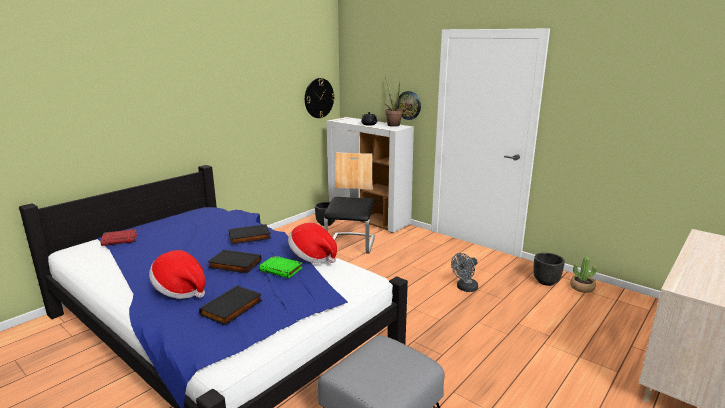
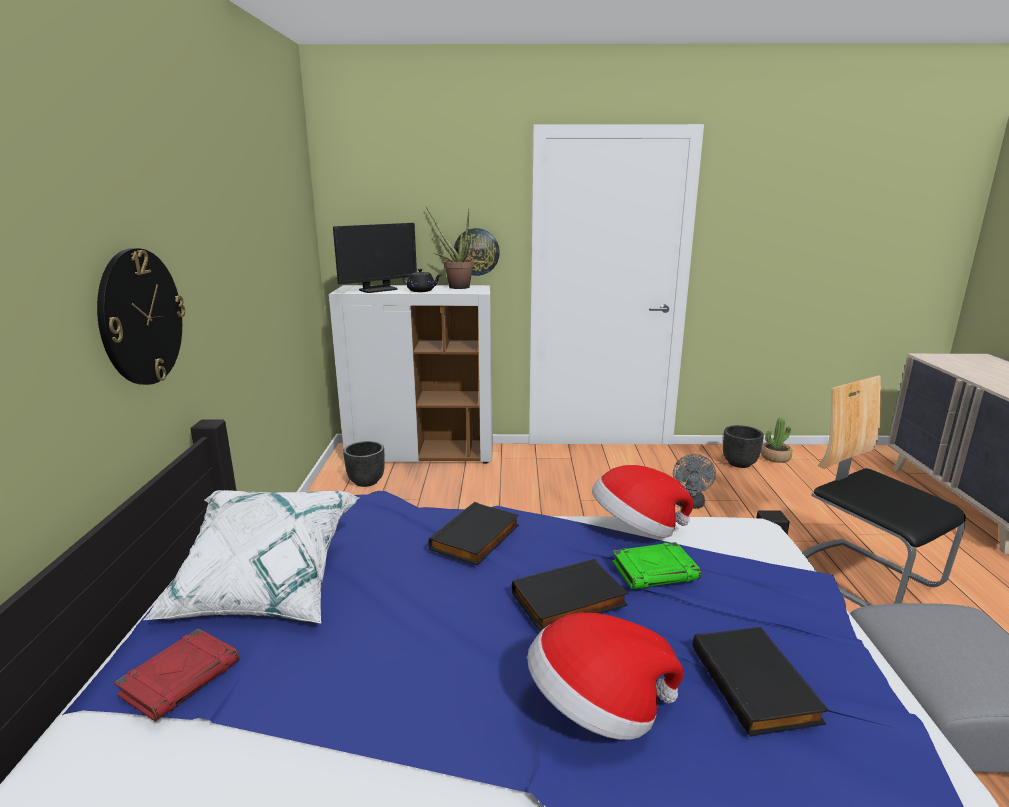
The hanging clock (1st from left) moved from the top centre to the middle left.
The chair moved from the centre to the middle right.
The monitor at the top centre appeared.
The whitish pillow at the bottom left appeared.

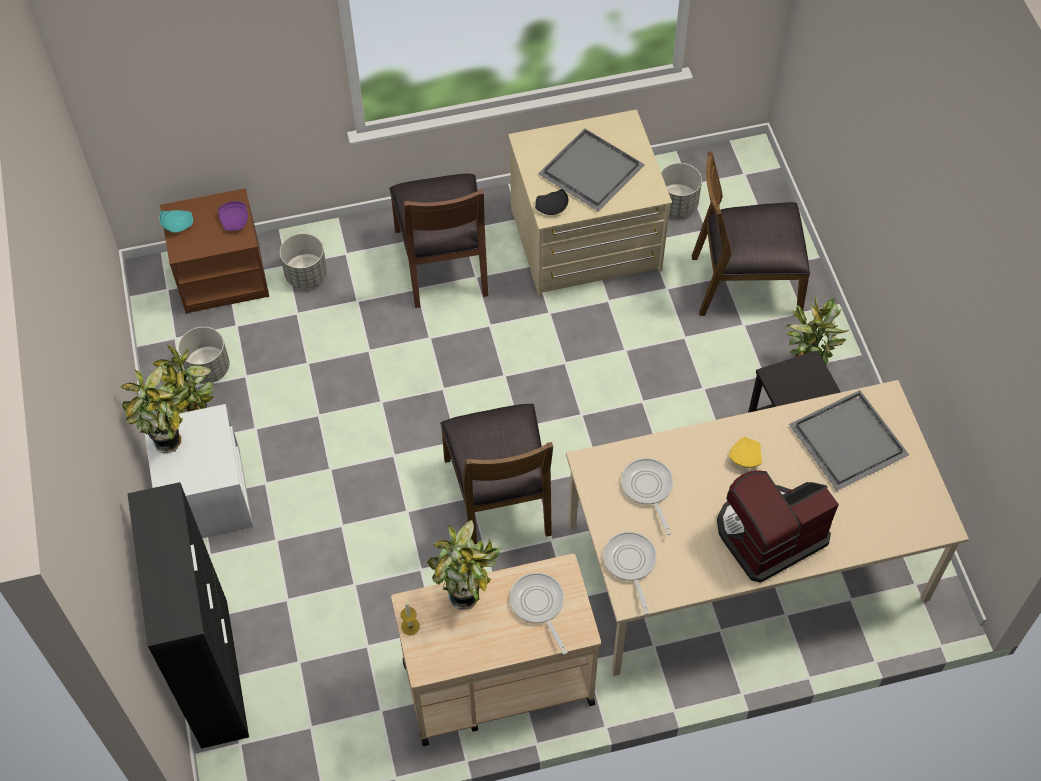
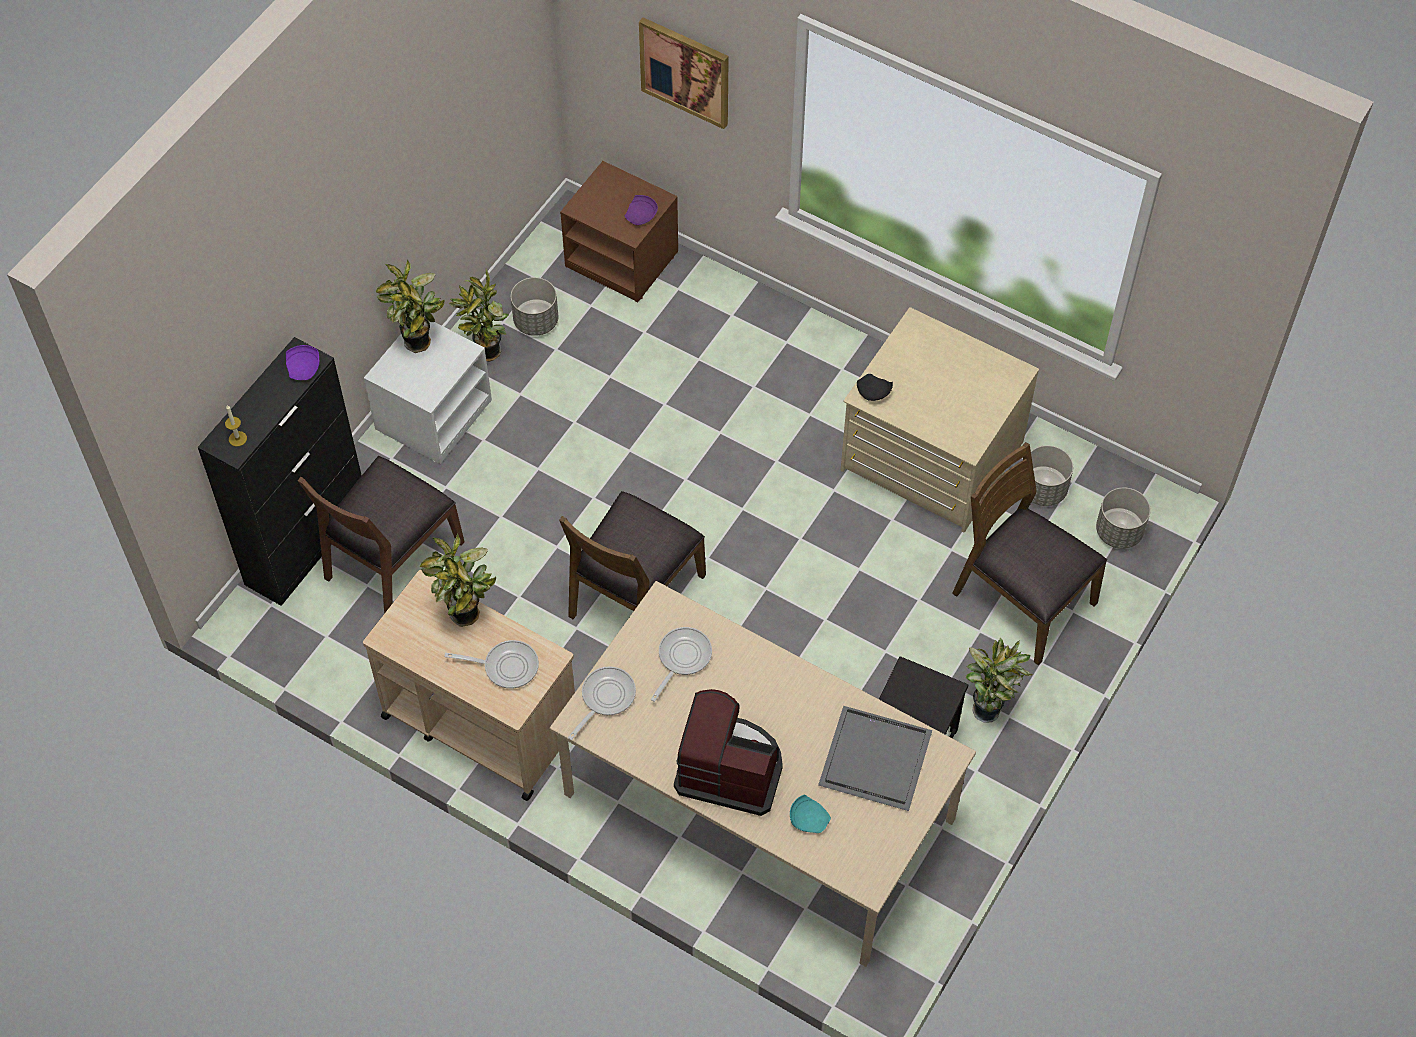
The gray carrying tray (1st from left) at the top centre disappeared.
The brownish chair (1st from left) moved from the top centre to the middle left.
The blue-green flat dish moved from the top left to the bottom centre.
The gray planter (2nd from left in the first image) moved from the middle left to the middle right.
The yellow flat dish at the middle right disappeared.
The frying pan (1st from left) at the bottom centre turned 75 degrees clockwise.
The wax candle moved from the bottom centre to the middle left.
The wall picture at the top centre appeared.
The purple-coloured flat dish (1st from left) at the middle left appeared.

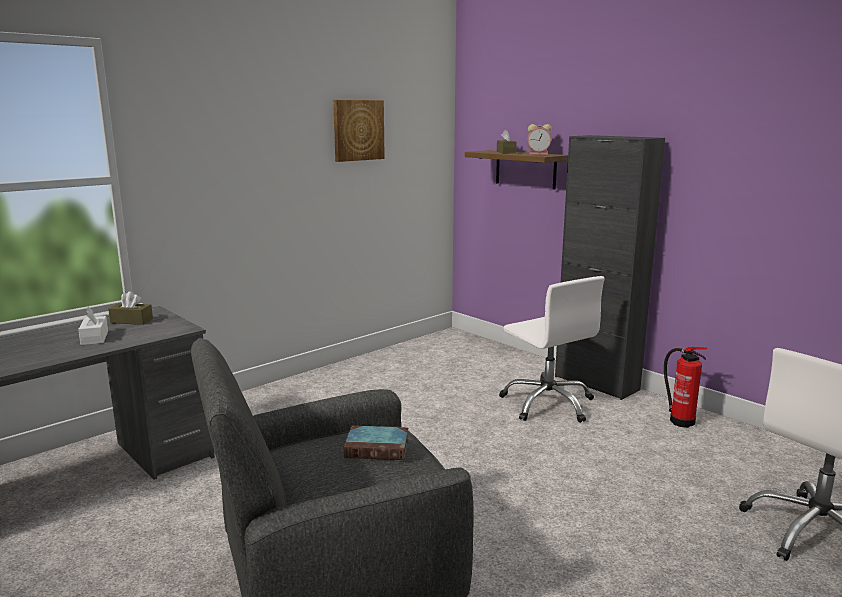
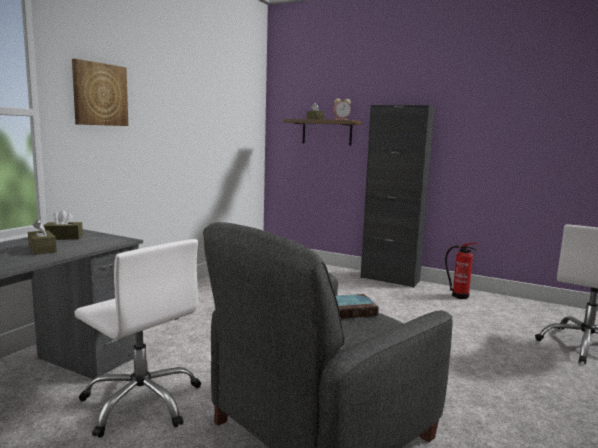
The wall picture moved from the top centre to the top left.
The whitish desk chair (1st from left) moved from the centre to the bottom left.
The whitish tissue box at the middle left became the brownish tissue box (1st from left) at the middle left.

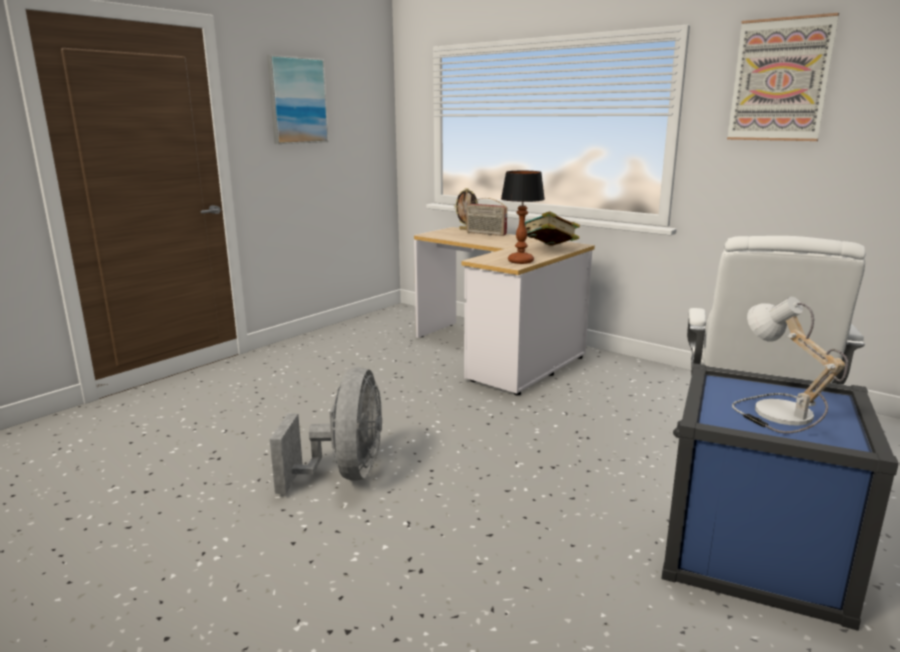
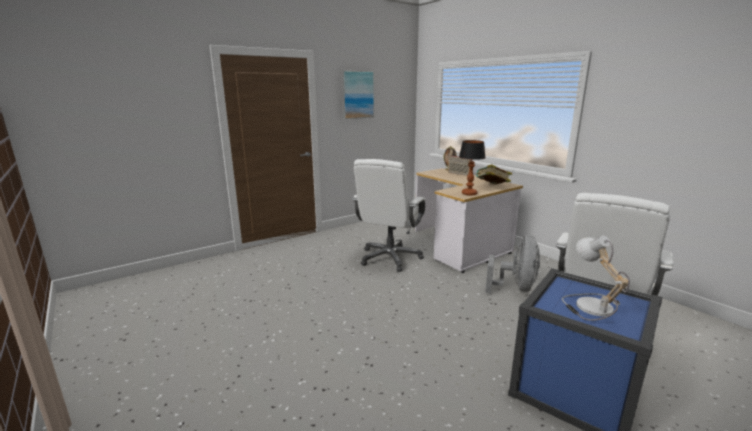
The wall picture (2nd from left) at the top right disappeared.
The gray fan moved from the centre to the middle right.
The whitish desk chair (1st from left) at the centre appeared.

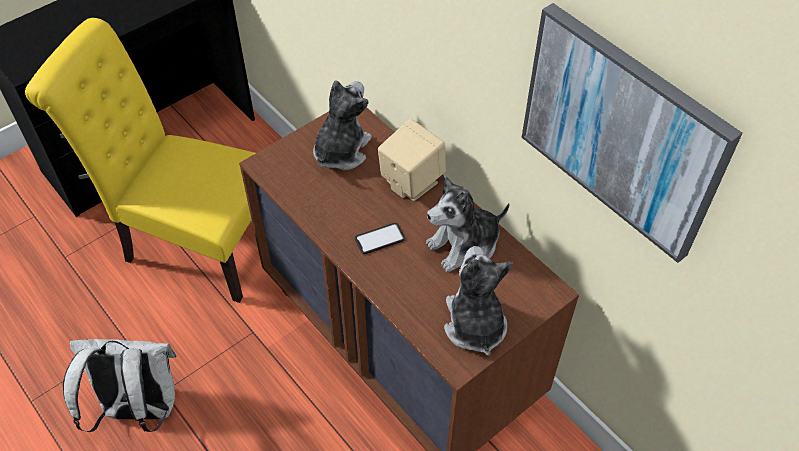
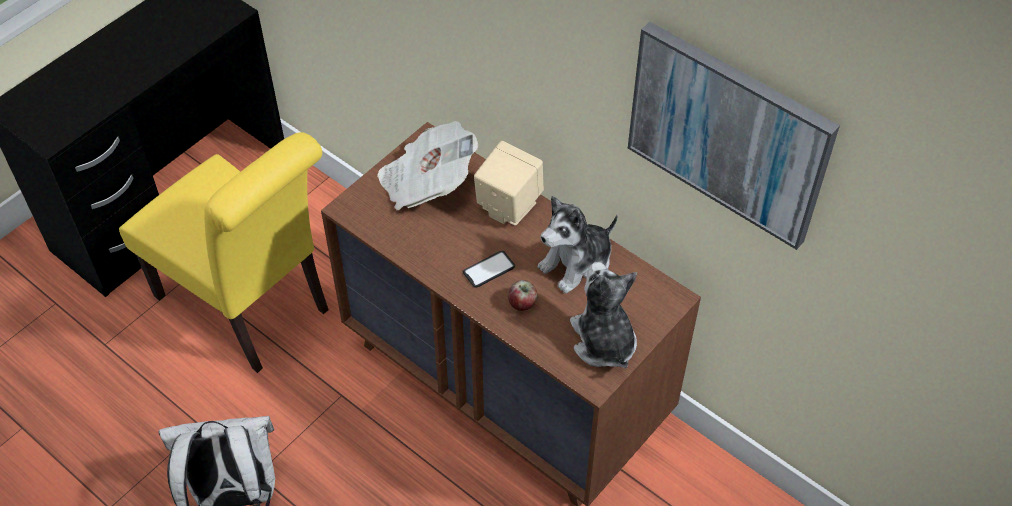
The yellow chair at the middle left turned 150 degrees counterclockwise.
The plush toy (1st from left) at the top centre was replaced by the newspaper at the top centre.
The apple at the centre appeared.

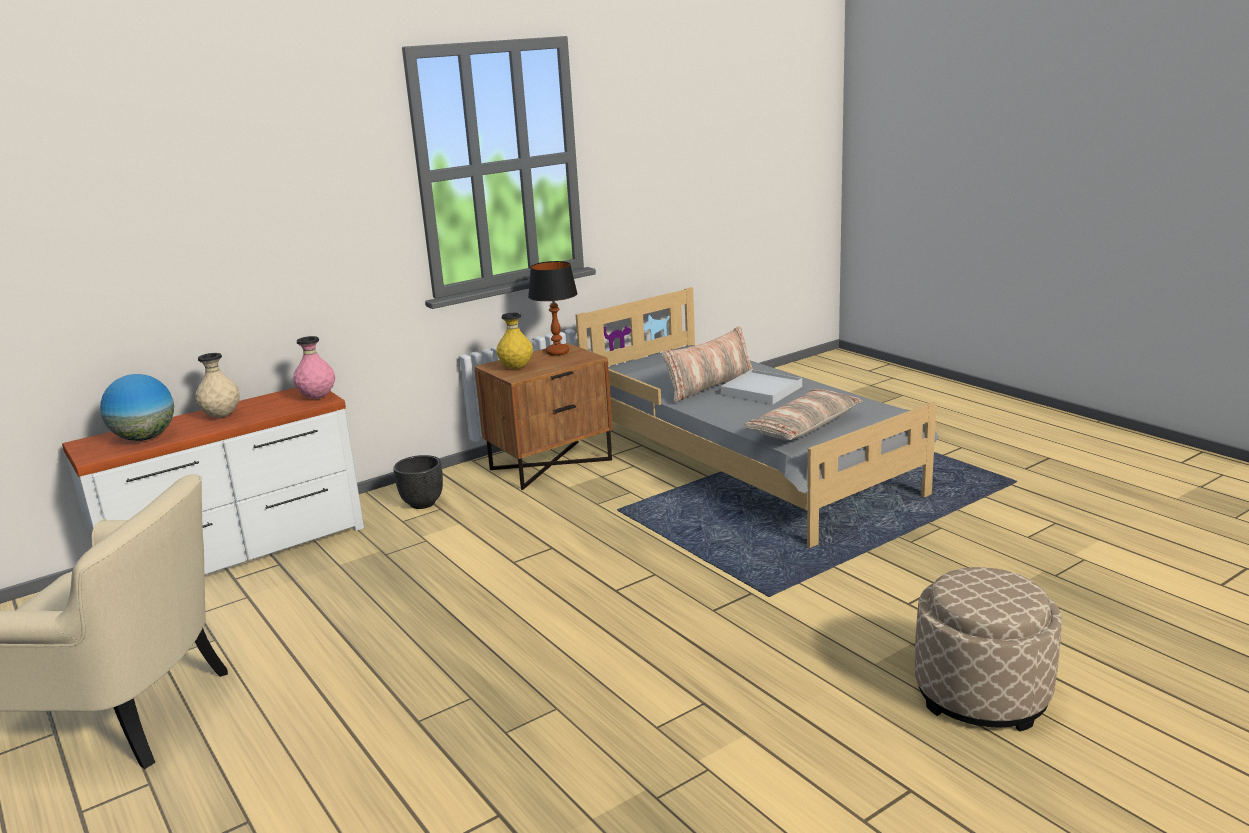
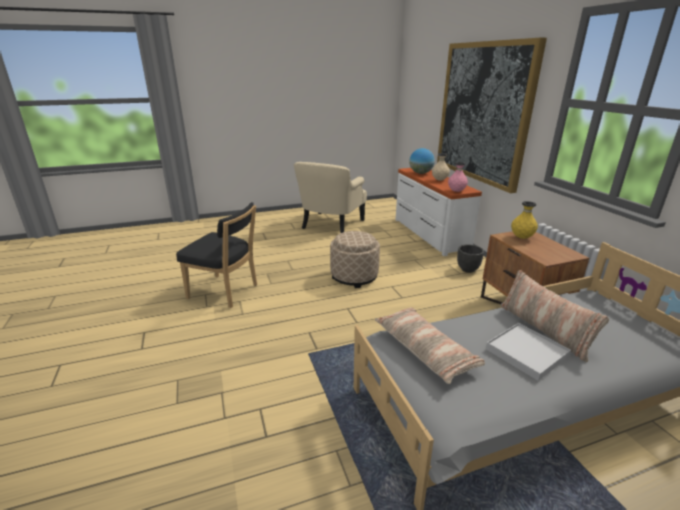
The lamp for a table at the centre disappeared.
The beige-coloured footrest moved from the bottom right to the centre.
The wall picture at the top right appeared.
The black chair at the middle left appeared.

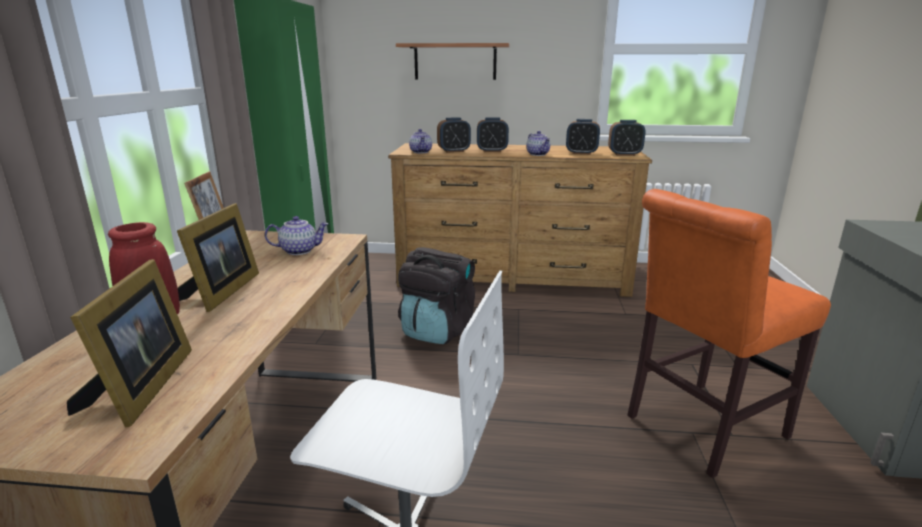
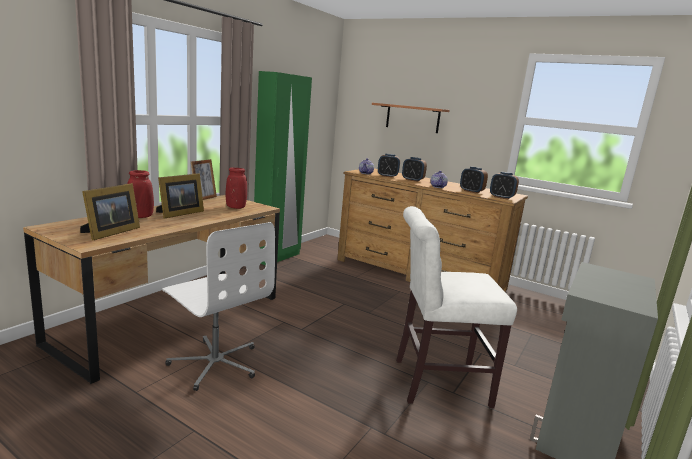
The orange-coloured chair at the middle right became the whitish chair at the bottom centre.
The tea pot (1st from left) at the middle left was replaced by the red decorative vase (2nd from left) at the centre.
The black backpack at the centre disappeared.

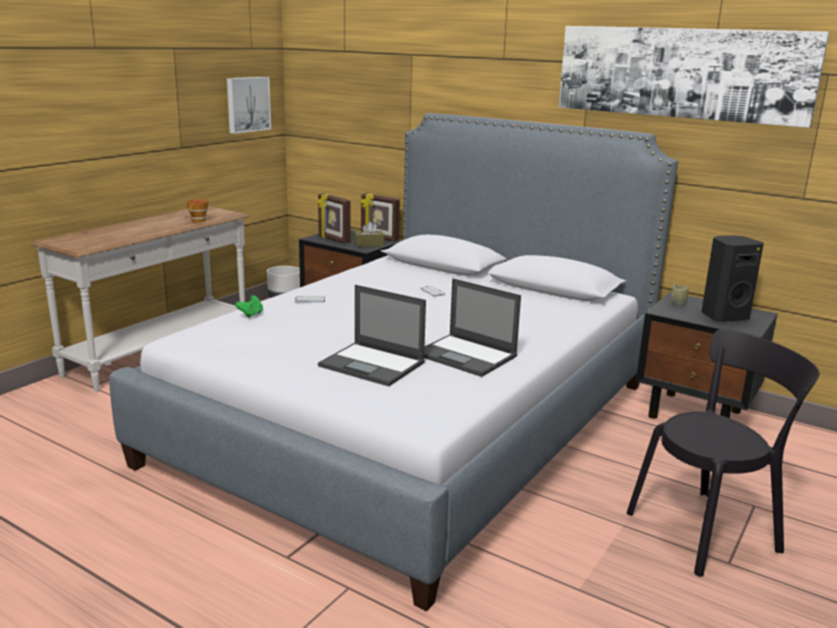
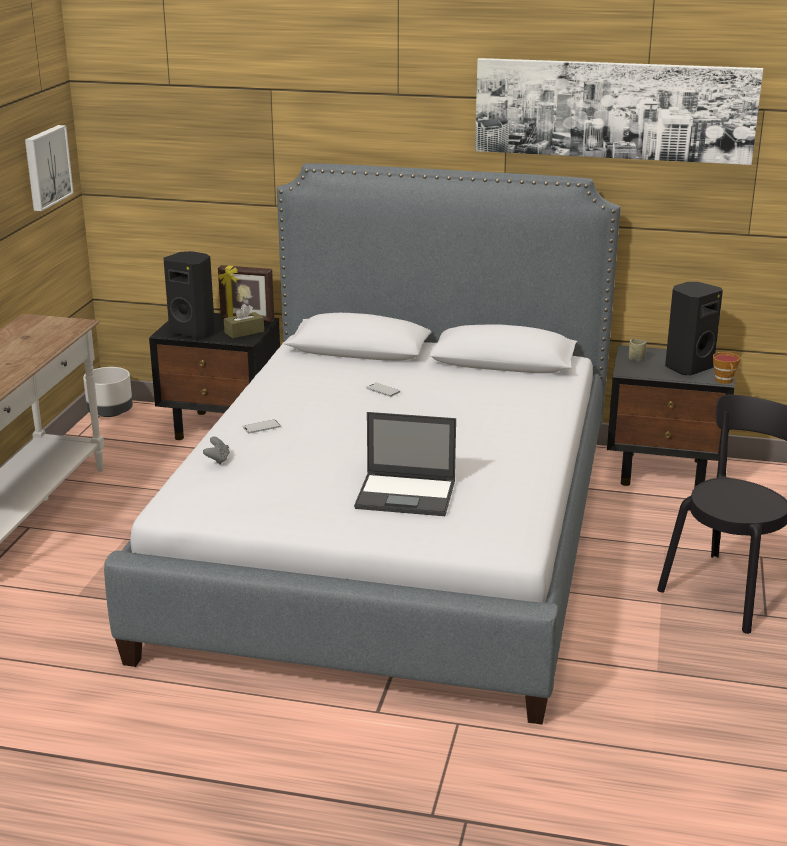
The standing frame (1st from left) at the centre was replaced by the black loudspeaker (1st from left) at the middle left.
The drinking cup (1st from left in the first image) moved from the middle left to the middle right.
The portable computer (2nd from left) at the centre disappeared.
The green-coloured gamepad at the middle left became the gray gamepad at the middle left.

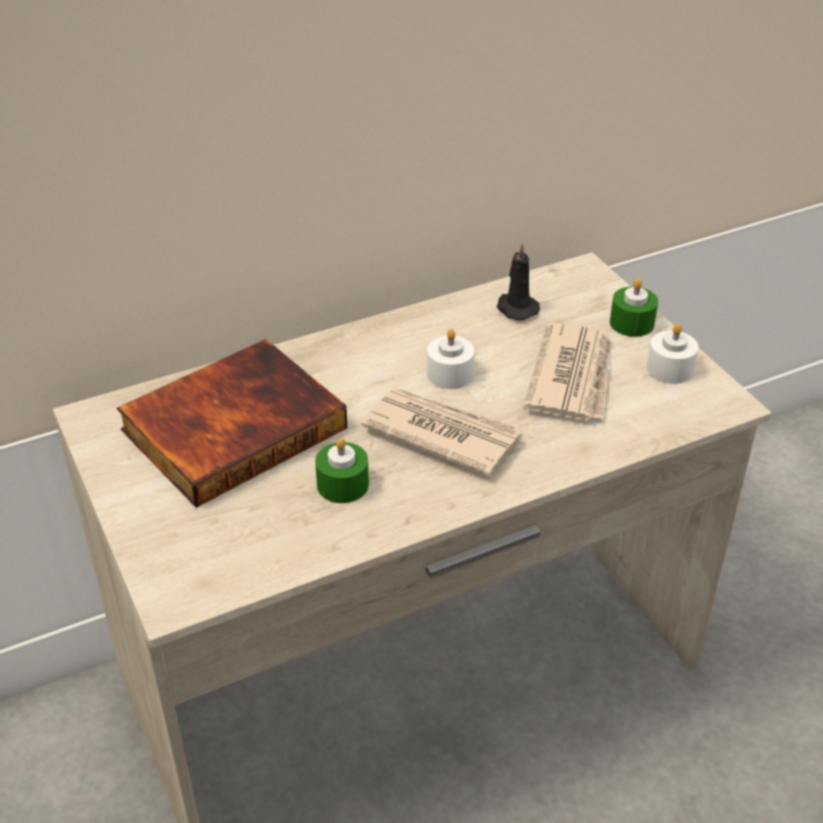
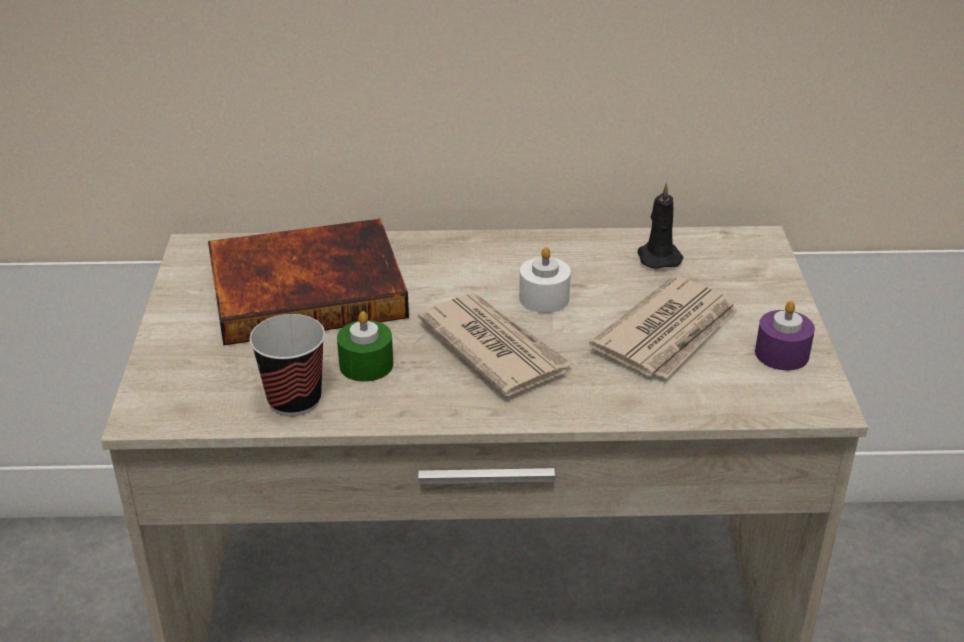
The green-coloured wax candle (2nd from left) at the middle right disappeared.
The whitish wax candle (2nd from left) at the middle right became the purple-coloured wax candle at the middle right.
The drinking cup at the middle left appeared.

